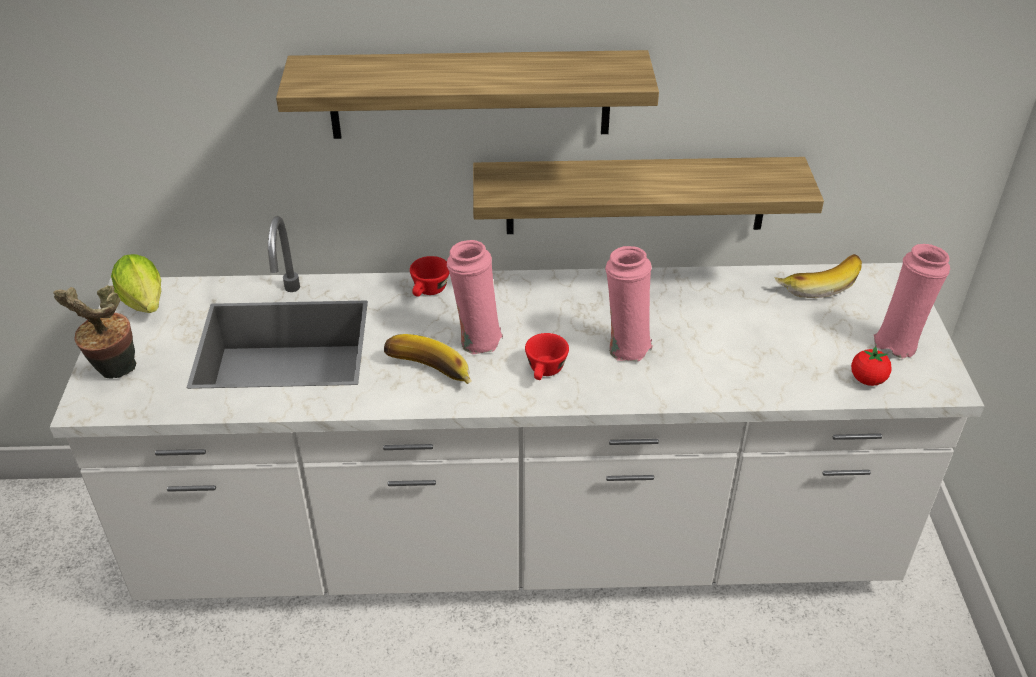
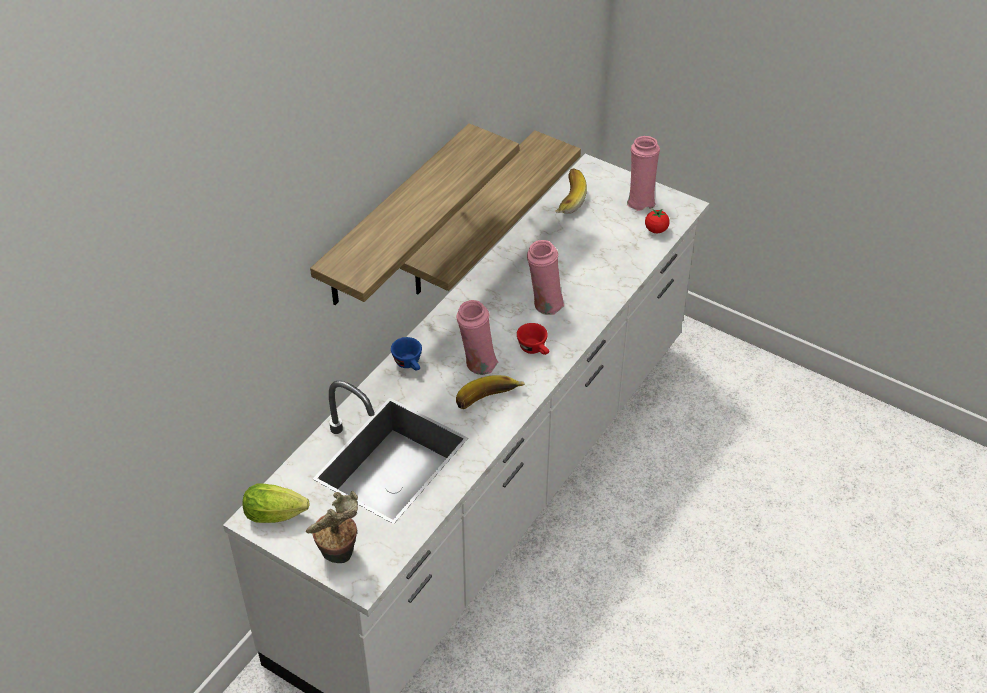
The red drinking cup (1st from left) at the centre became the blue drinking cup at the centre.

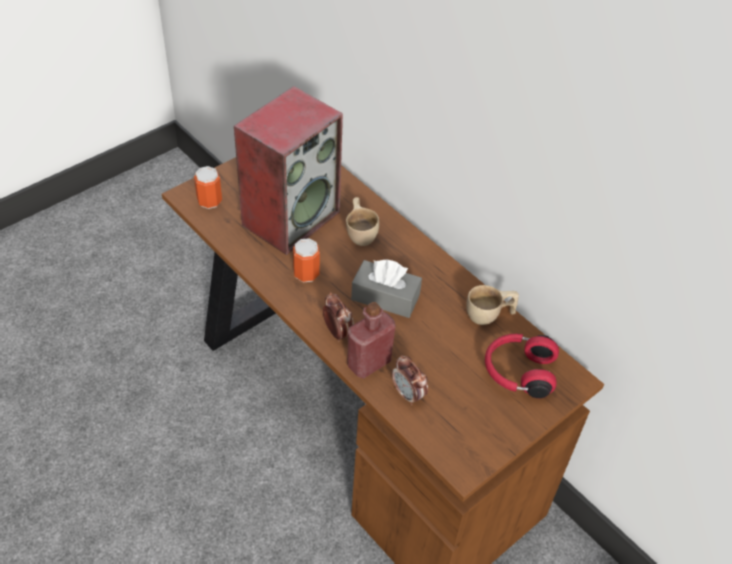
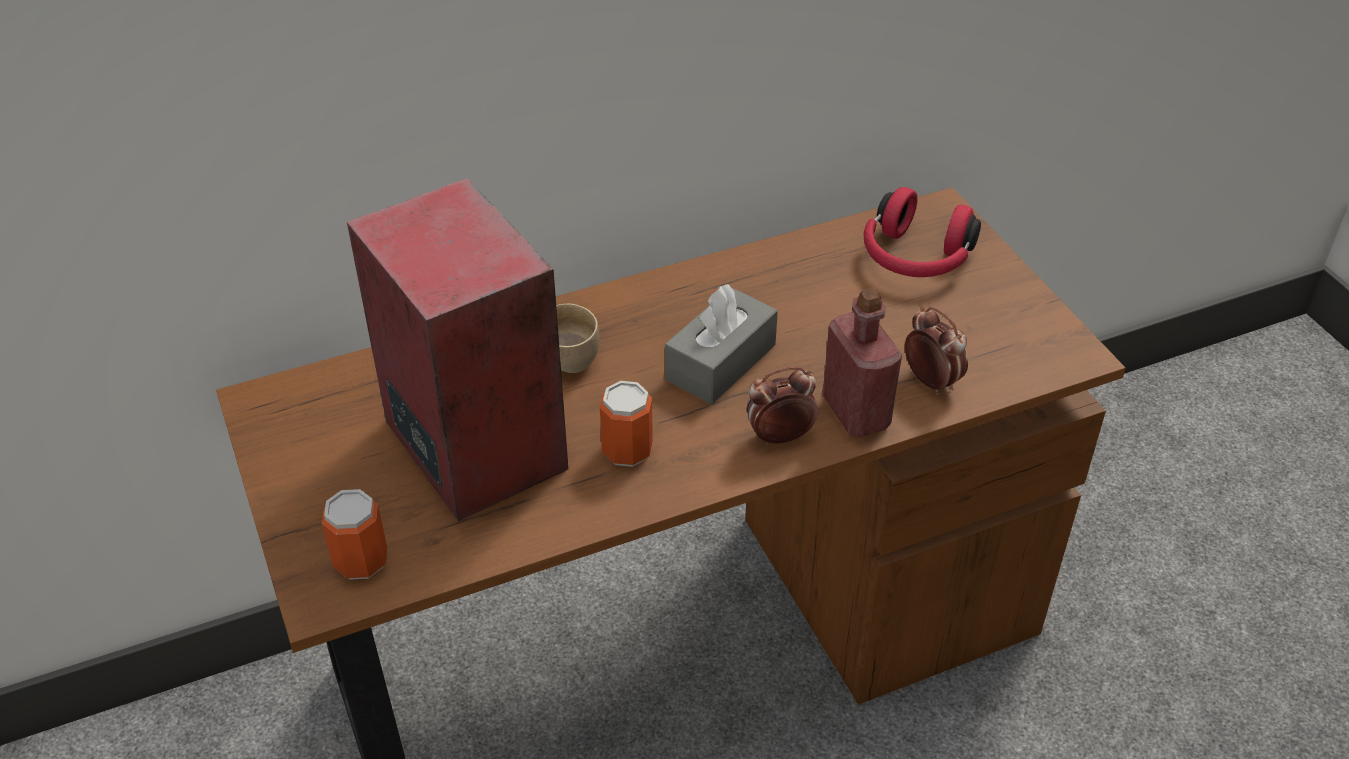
The beige-coloured drinking cup (2nd from left) at the middle right disappeared.
The table clock (2nd from left) at the bottom centre turned 105 degrees counterclockwise.

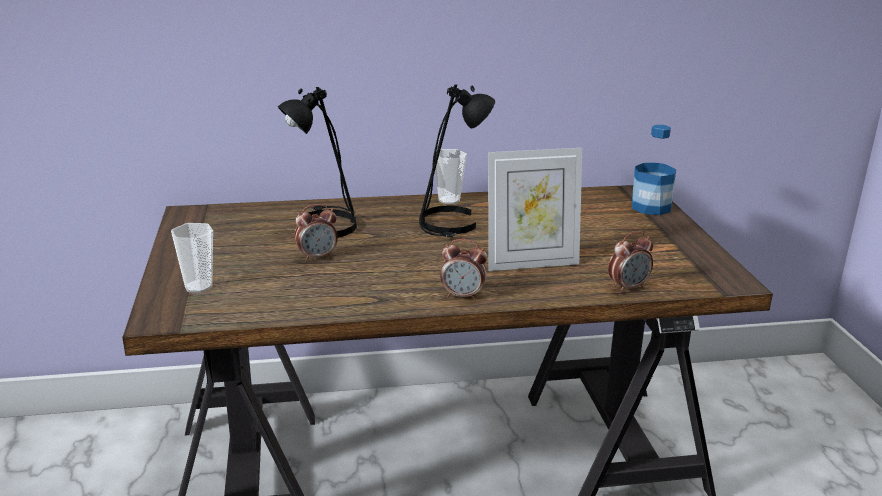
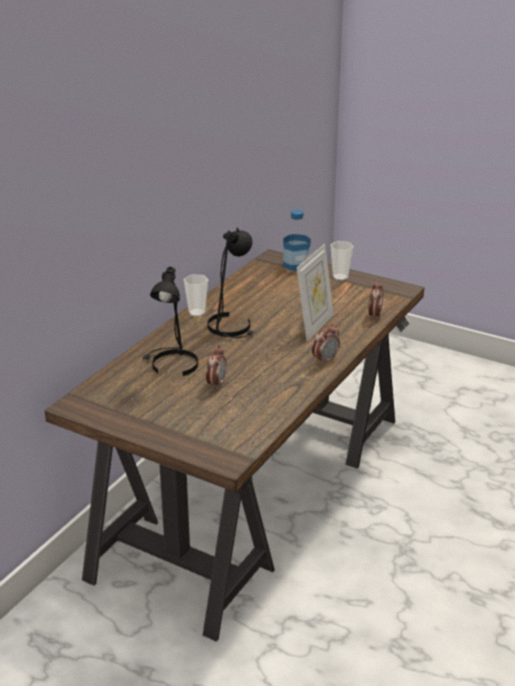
The drinking cup (1st from left in the first image) moved from the middle left to the centre.

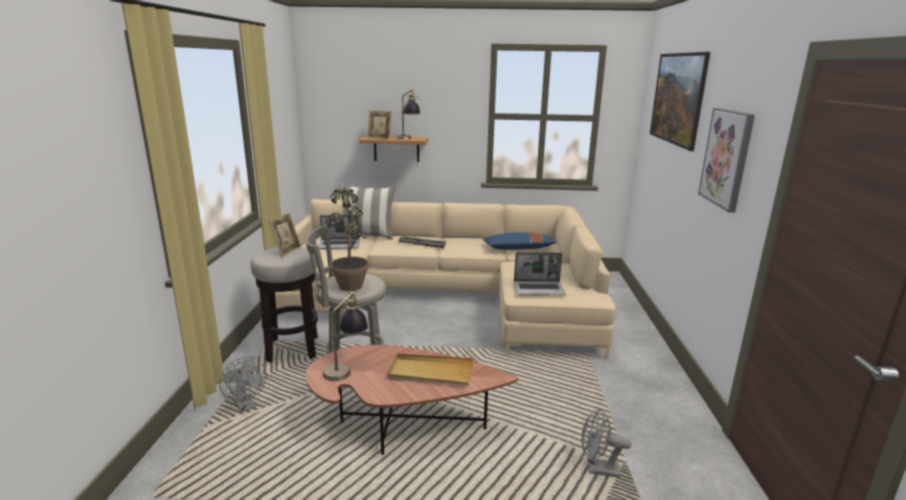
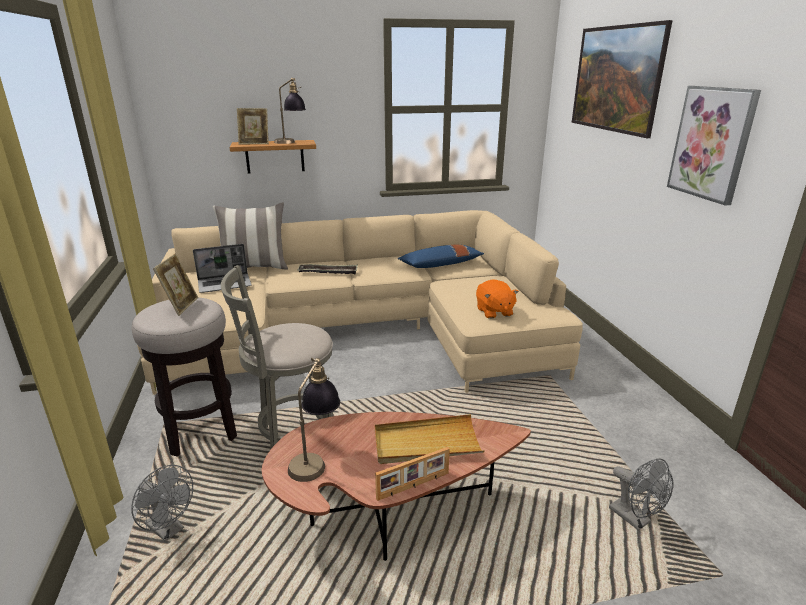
The plant in a pot at the centre disappeared.
The portable computer (2nd from left) at the centre was replaced by the orange-coloured plush toy at the centre.
The gray fan (2nd from left) at the bottom right turned 120 degrees counterclockwise.
The standing frame (3rd from left) at the bottom centre appeared.

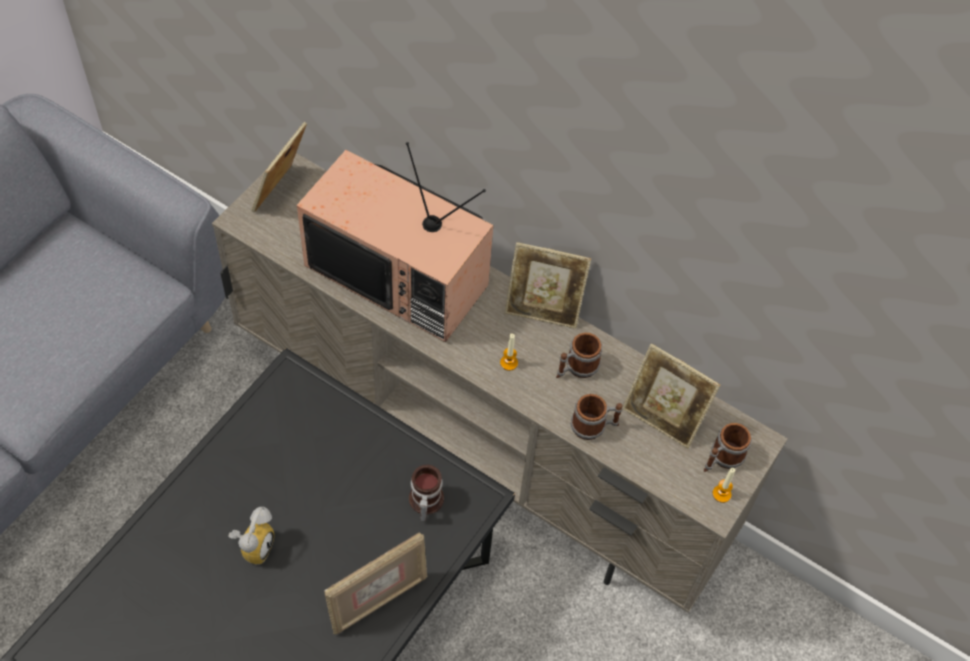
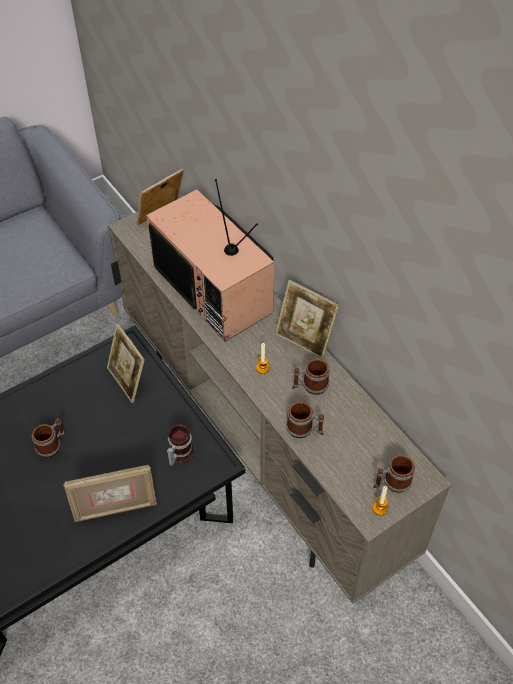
The standing frame (4th from left in the first image) moved from the middle right to the middle left.
The table clock at the bottom left was replaced by the coffee mug (1st from left) at the middle left.

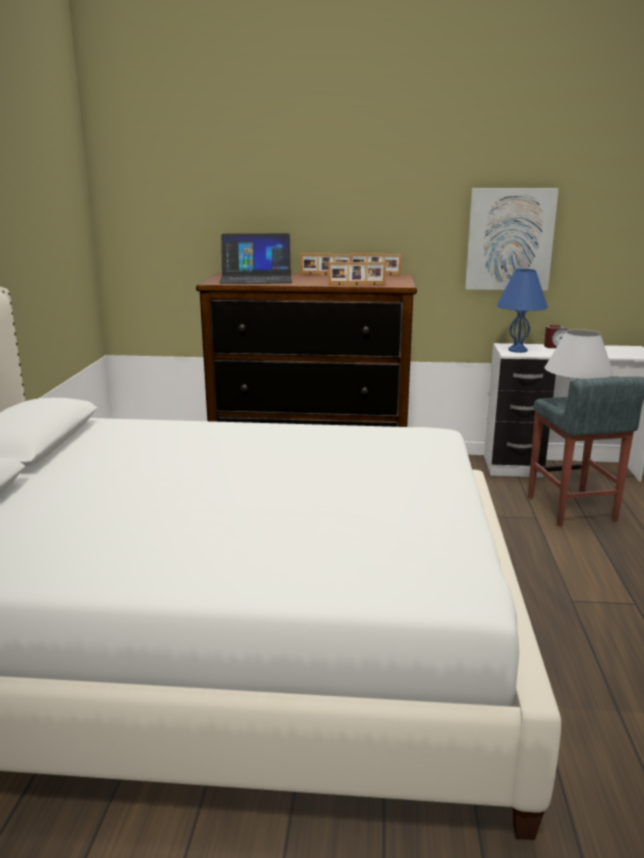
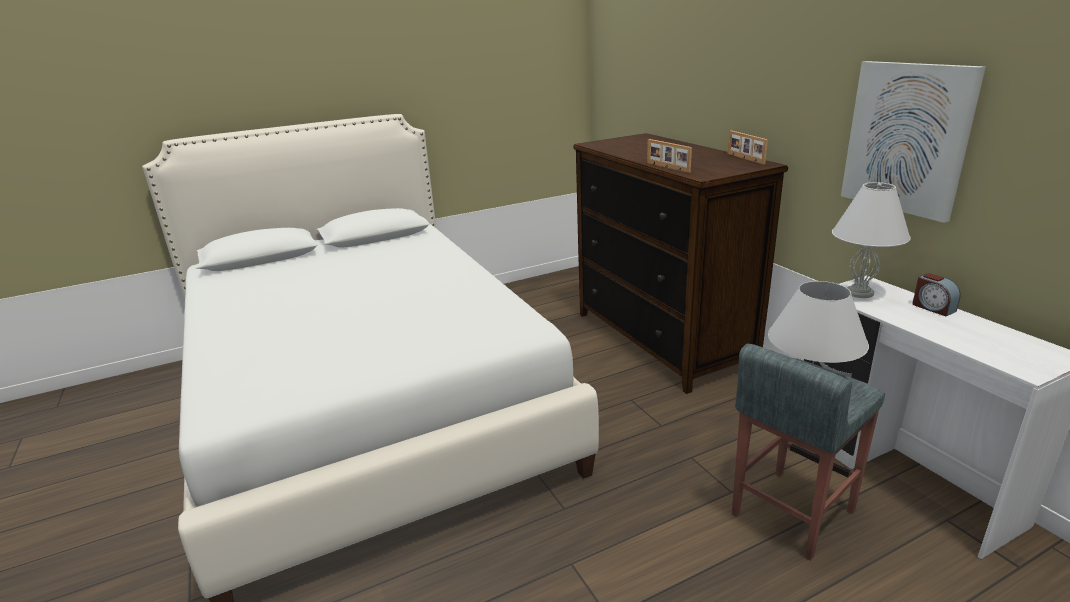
The portable computer at the top centre disappeared.
The standing frame (1st from left) at the top centre disappeared.
The blue lamp for a table at the middle right became the whitish lamp for a table (2nd from left) at the middle right.

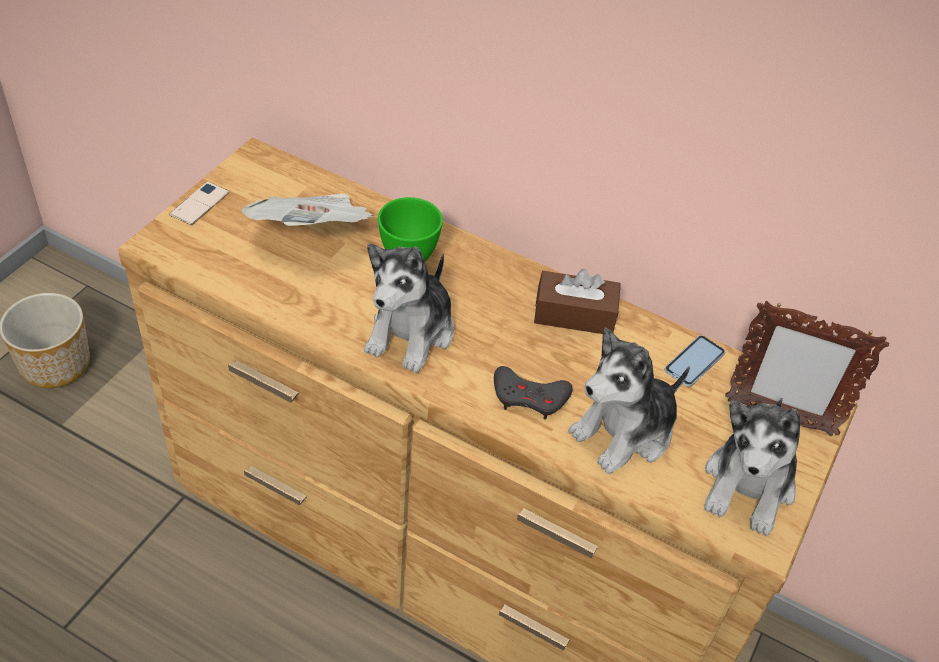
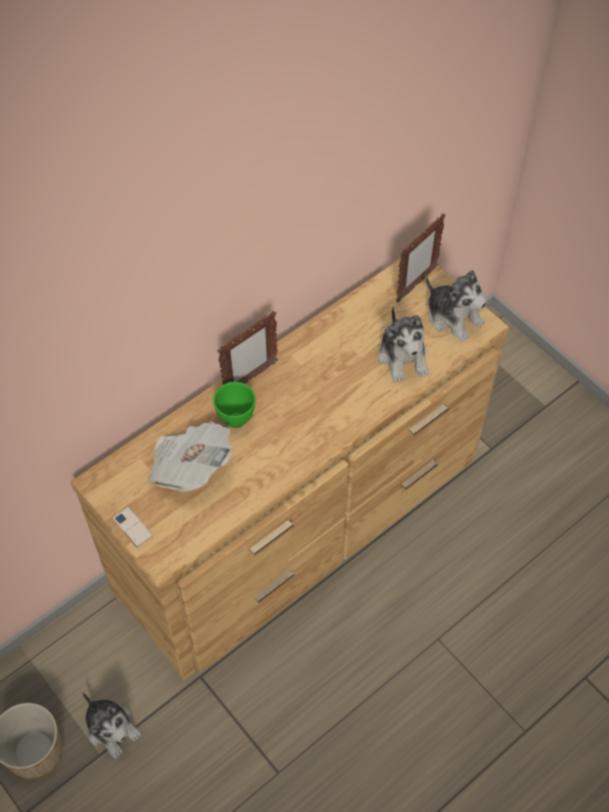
The plush toy (1st from left) moved from the centre to the bottom left.
The brownish tissue box at the centre disappeared.
The handset (2nd from left) at the middle right disappeared.
The gray gamepad at the centre disappeared.
The standing frame (1st from left) at the centre appeared.

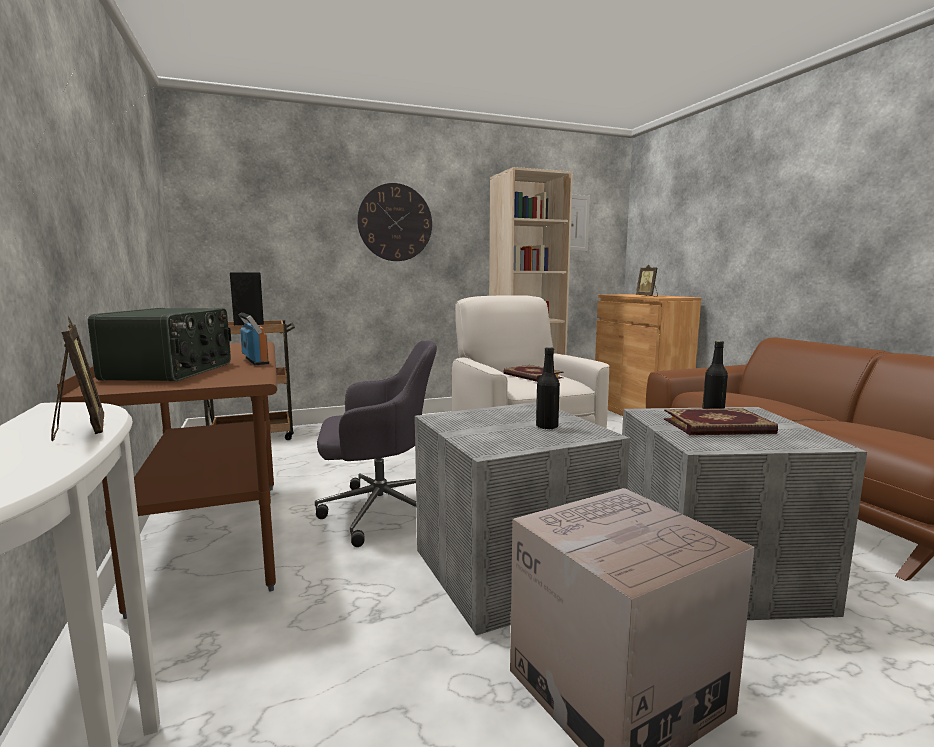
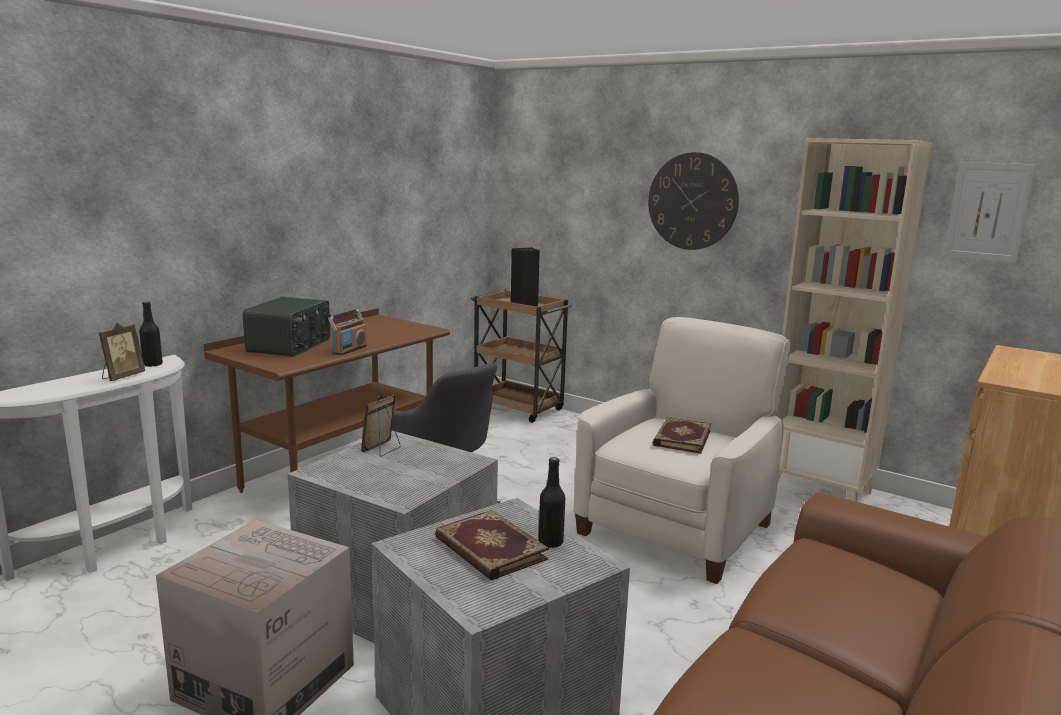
The standing frame (2nd from left) moved from the middle right to the centre.
The radio (1st from left) at the middle left turned 45 degrees counterclockwise.
The black bottle (1st from left) moved from the centre to the middle left.

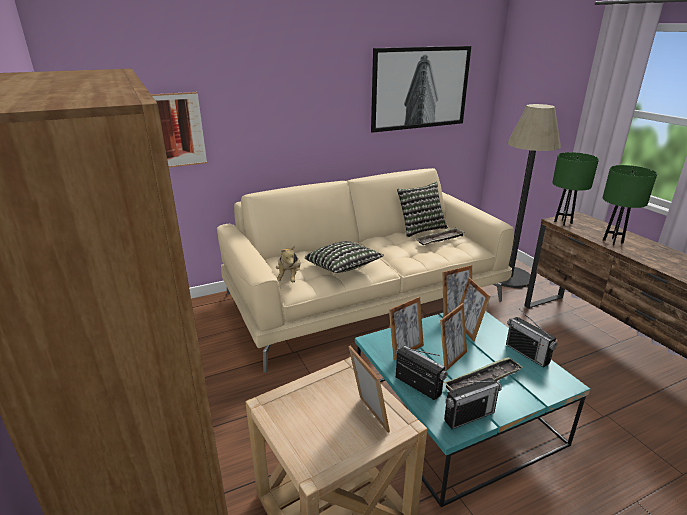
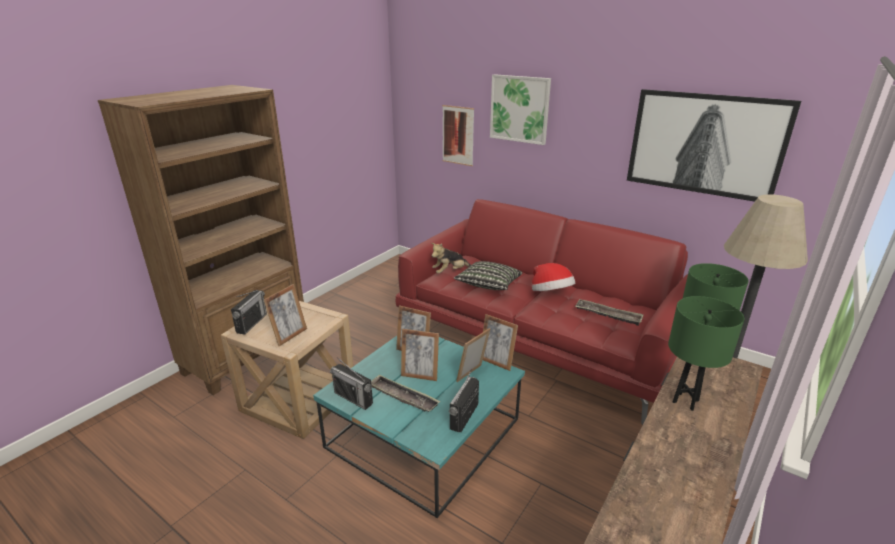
The beige-coloured settee at the centre became the red settee at the centre.
The pillow (2nd from left) at the centre disappeared.
The radio (1st from left) moved from the bottom centre to the middle left.
The wall picture (2nd from left) at the top centre appeared.
The hat at the centre appeared.

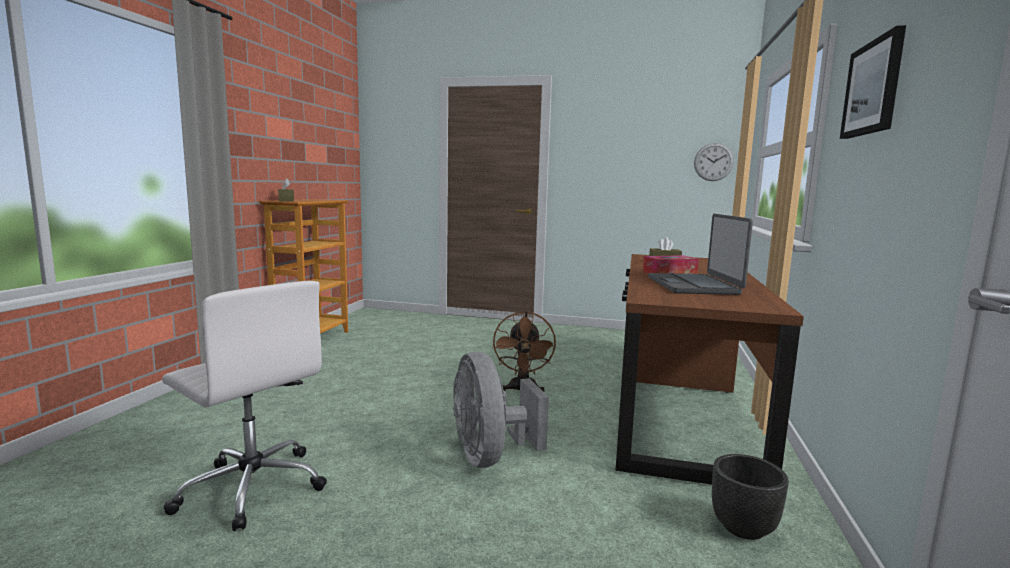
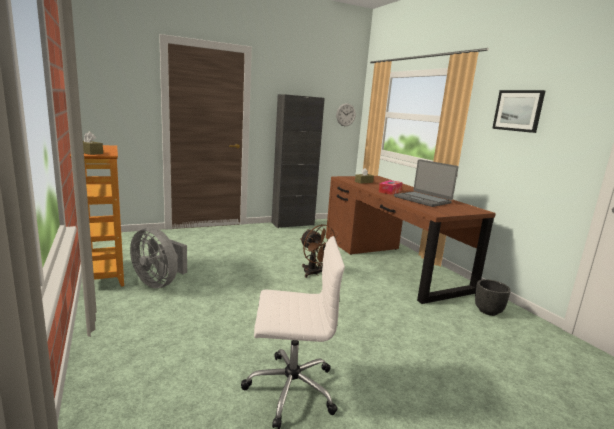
The gray fan moved from the bottom centre to the middle left.
The black cupboard at the centre appeared.

